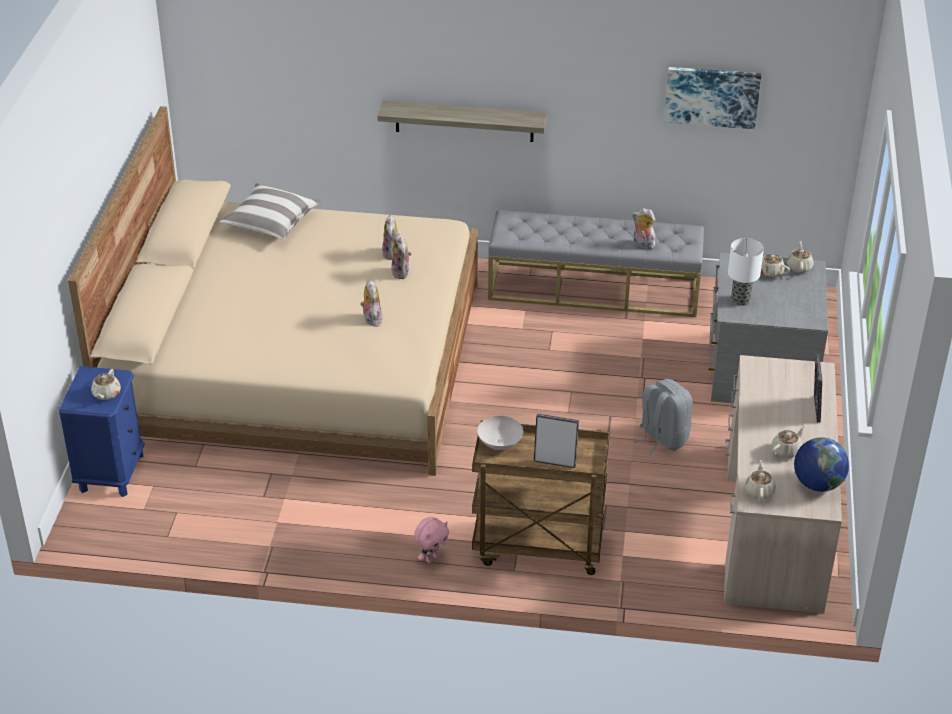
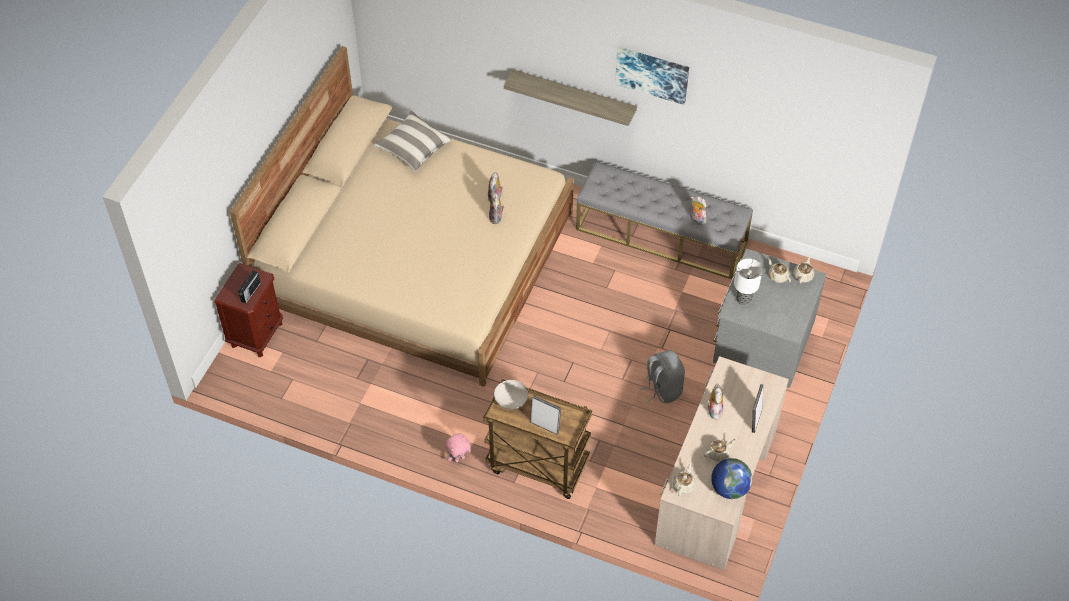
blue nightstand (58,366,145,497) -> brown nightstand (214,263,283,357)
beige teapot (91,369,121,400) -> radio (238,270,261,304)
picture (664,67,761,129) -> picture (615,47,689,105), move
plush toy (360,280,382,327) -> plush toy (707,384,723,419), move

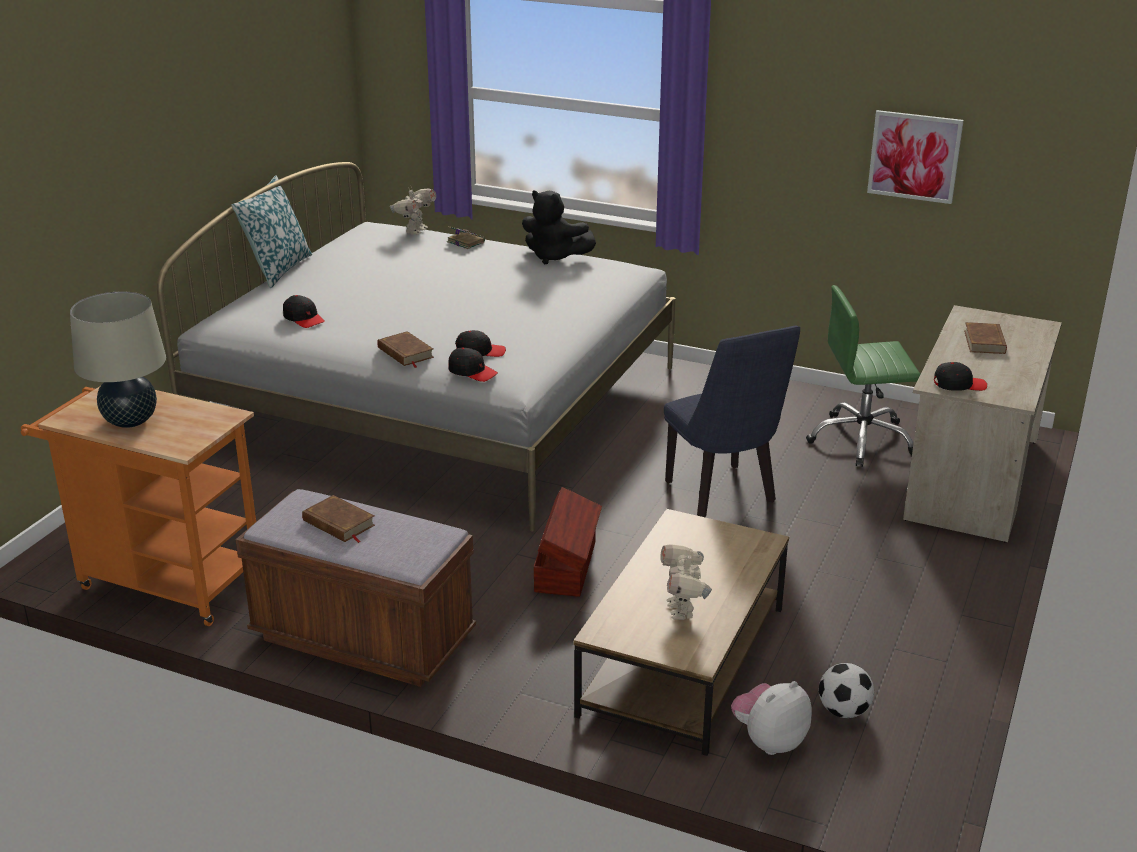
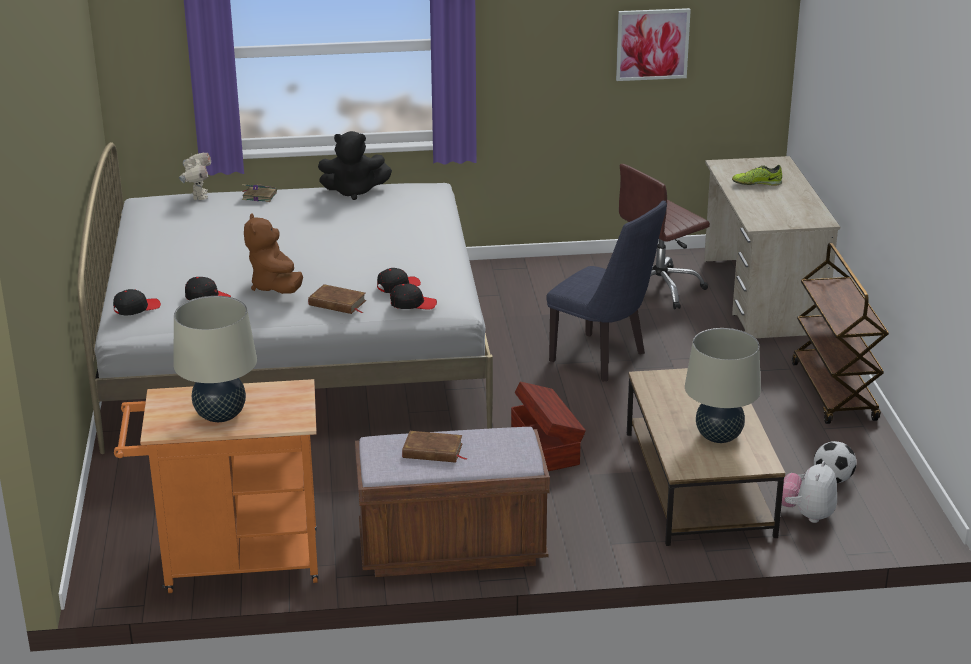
black cap (934,362,987,391) -> black cap (113,289,161,315), move
none -> brown plush toy (244,213,303,294)
green office chair (806,285,920,467) -> brown office chair (619,164,710,309)
toy robot (660,544,712,620) -> beige table lamp (685,328,761,443)
brown book (964,322,1007,354) -> shoe (732,165,782,186)
none -> brown cart (792,243,889,424)
pillow (232,175,312,288) -> none

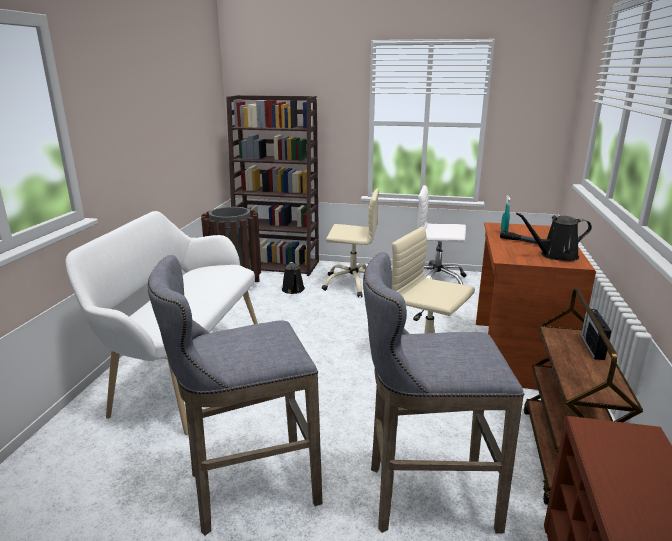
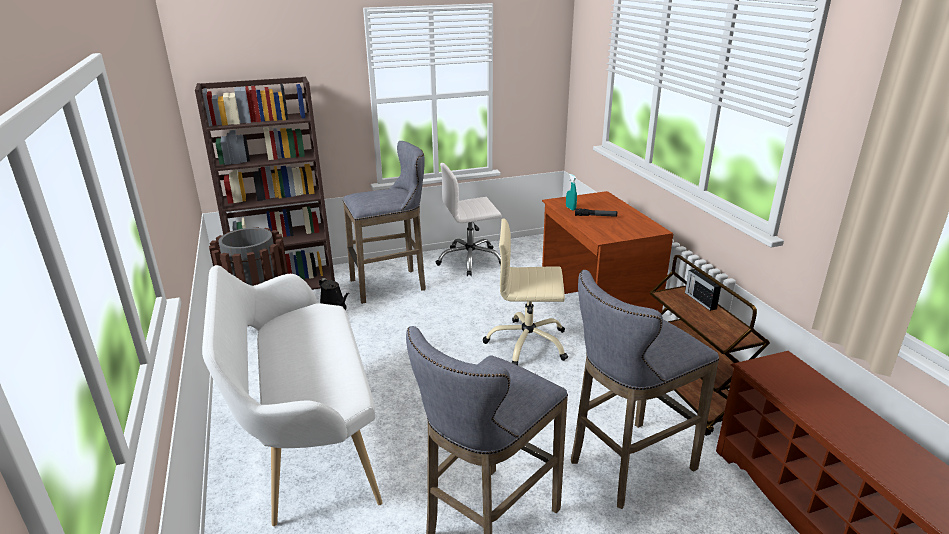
beige office chair (322,188,379,297) -> grey stool (343,141,426,304)
black watering can (516,213,592,261) -> none

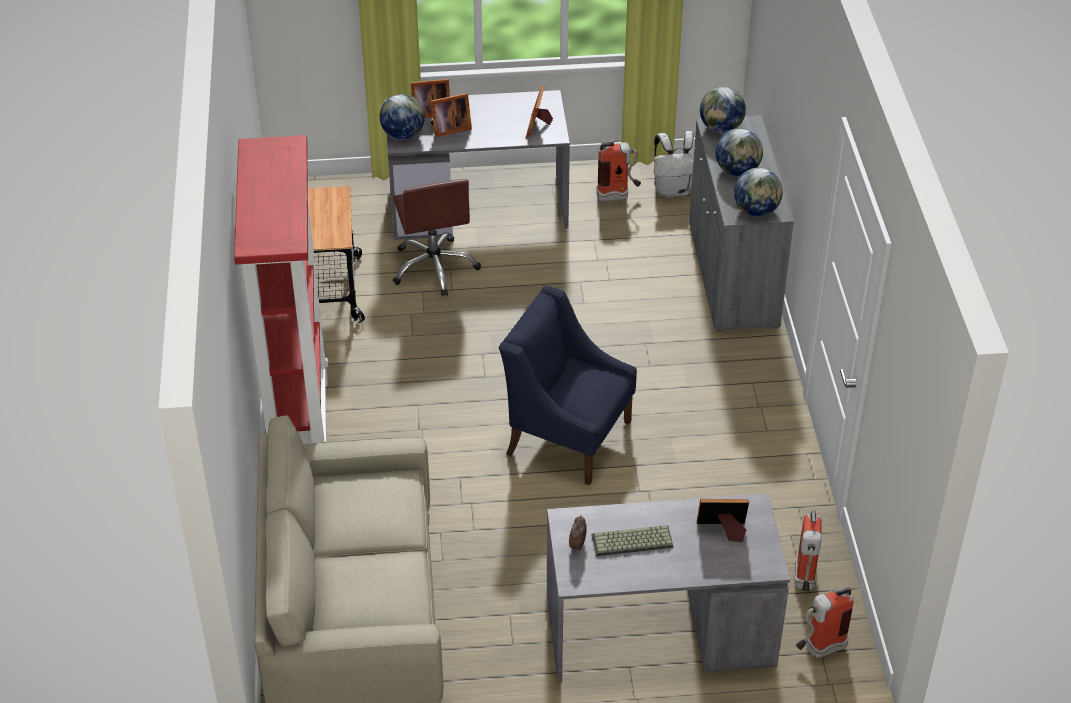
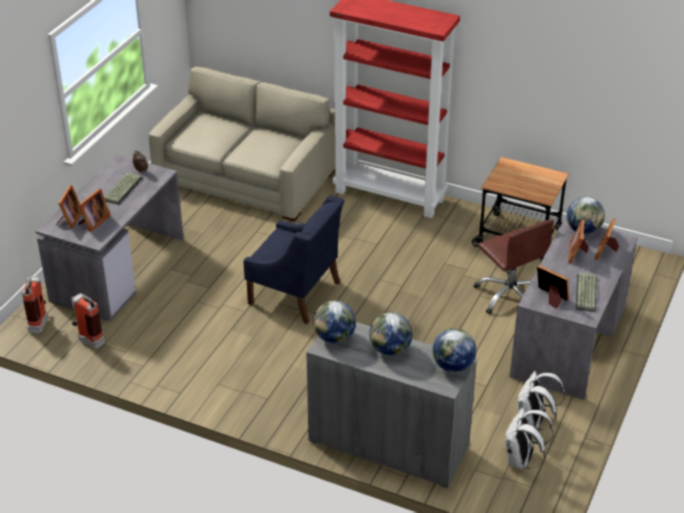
none -> picture frame (56,185,82,229)
blue armchair (499,286,637,485) -> blue armchair (243,195,344,324), 60 degrees clockwise
brown office chair (393,179,481,297) -> brown office chair (474,219,554,314), 135 degrees counterclockwise
fire extinguisher (596,140,641,201) -> white backpack (517,371,565,430)
none -> keyboard (576,273,596,312)

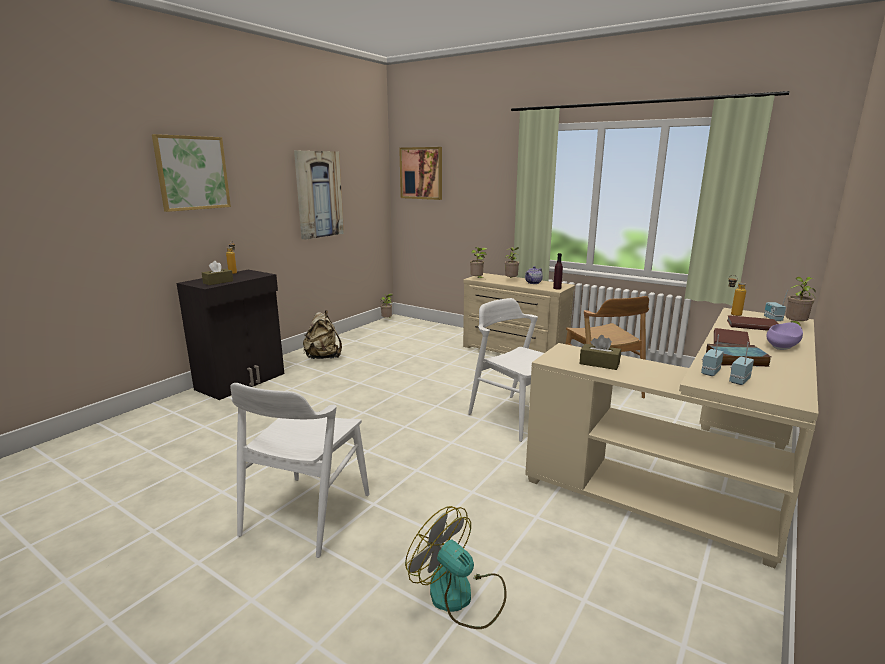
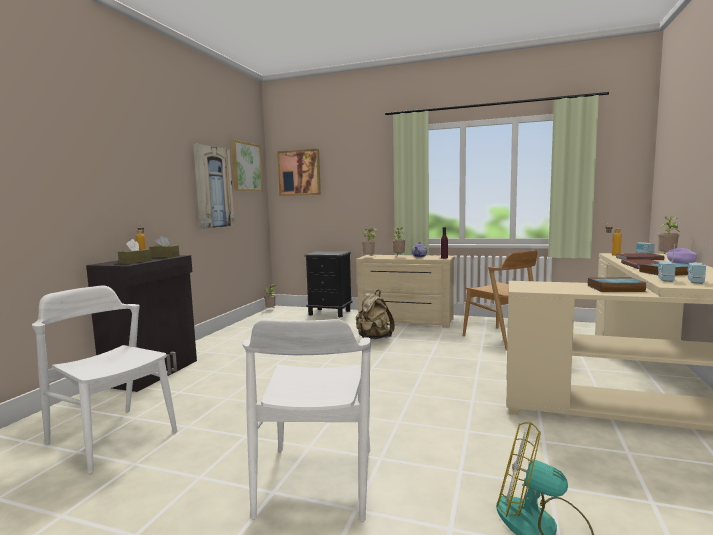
white chair (468,298,544,442) -> white chair (32,285,177,474), move
brown tissue box (579,335,621,370) -> brown tissue box (149,236,179,257), move
picture (152,134,231,212) -> picture (231,140,263,191), move
none -> black nightstand (304,251,353,317)
beige backpack (303,310,342,359) -> beige backpack (355,290,395,339), move
none -> book (588,277,647,292)

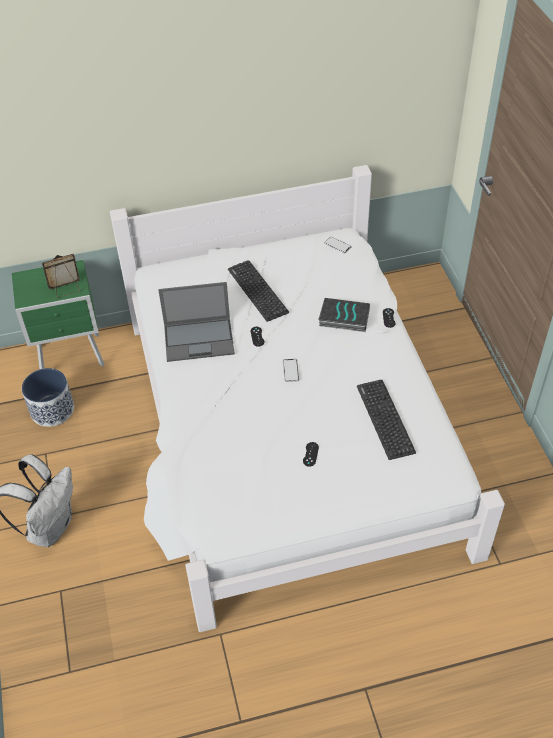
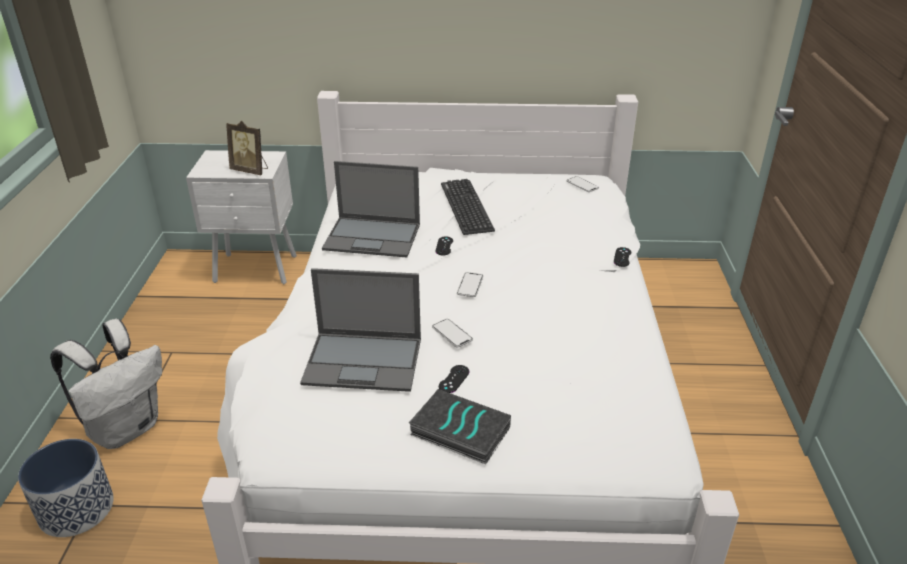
planter (22,368,74,427) -> planter (18,439,114,537), move
green nightstand (12,260,105,369) -> white nightstand (186,150,297,284)
picture frame (42,253,80,298) -> picture frame (226,121,268,175), 150 degrees counterclockwise
none -> laptop (300,268,421,392)
book (318,298,370,332) -> book (409,389,511,465), move
none -> phone (432,319,473,347)
keyboard (357,380,416,460) -> none

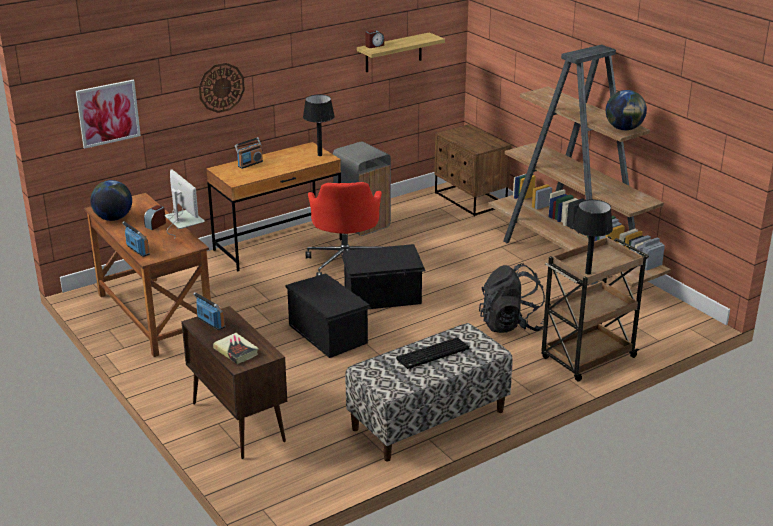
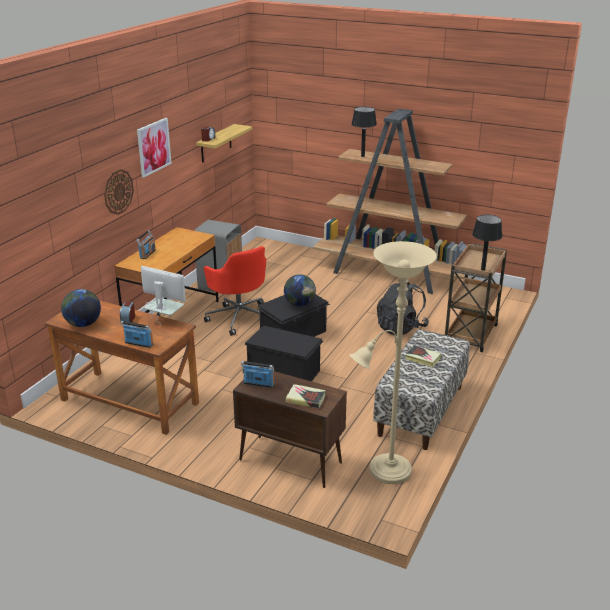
picture (76,80,141,149) -> picture (137,118,172,178), move
globe (606,90,647,130) -> globe (284,274,316,306), move
none -> beige floor lamp (349,241,437,484)
black table lamp (303,94,335,156) -> black table lamp (351,107,377,157), move
keyboard (396,337,469,369) -> book (405,345,441,367)
brown nightstand (434,124,512,216) -> none

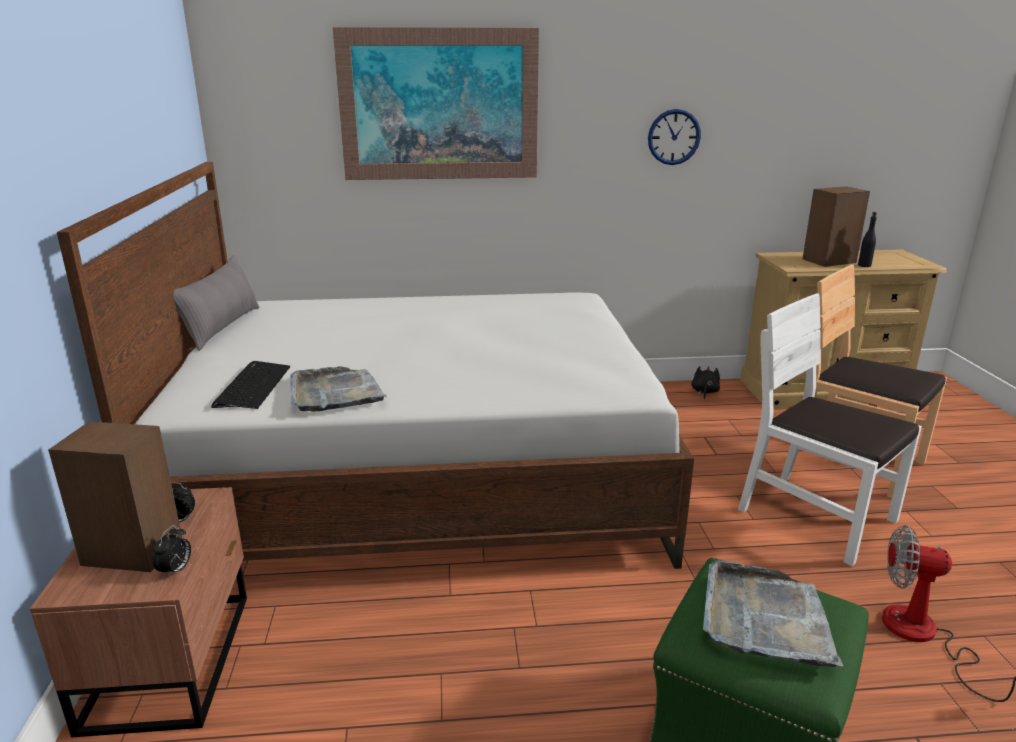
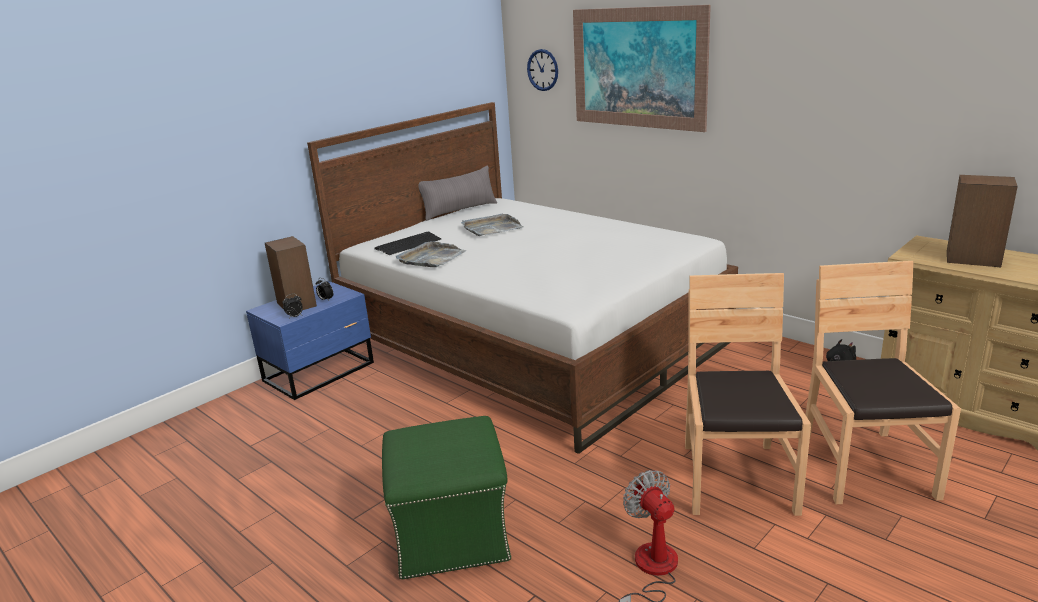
brown nightstand (30,487,247,738) -> blue nightstand (246,281,374,400)
grey tray (703,560,843,667) -> grey tray (461,214,523,236), move
wall clock (648,109,701,165) -> wall clock (527,49,558,91), move
white chair (738,293,922,567) -> brown chair (685,273,811,516)
black bottle (858,212,877,267) -> none

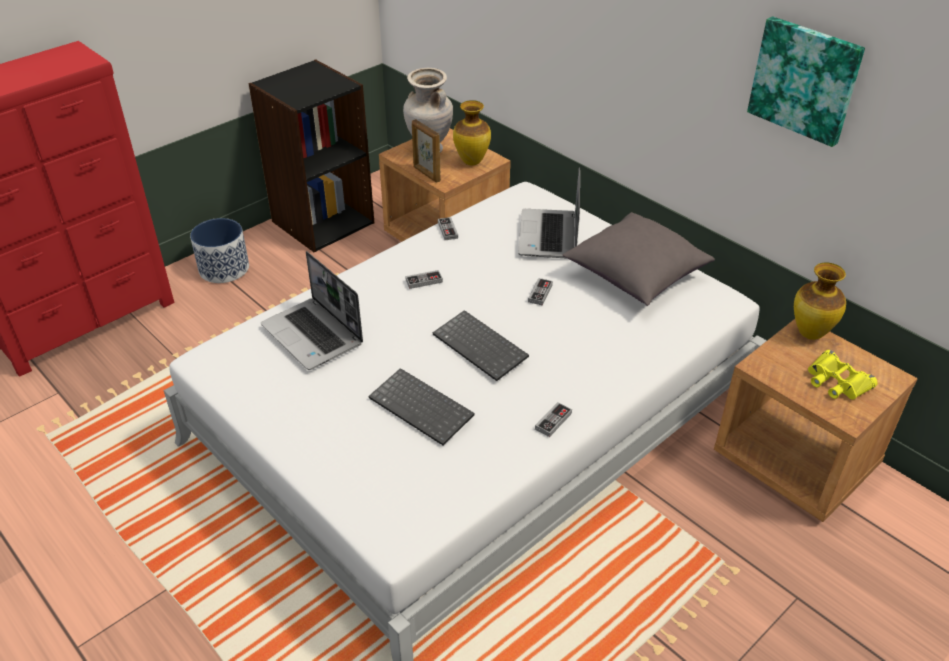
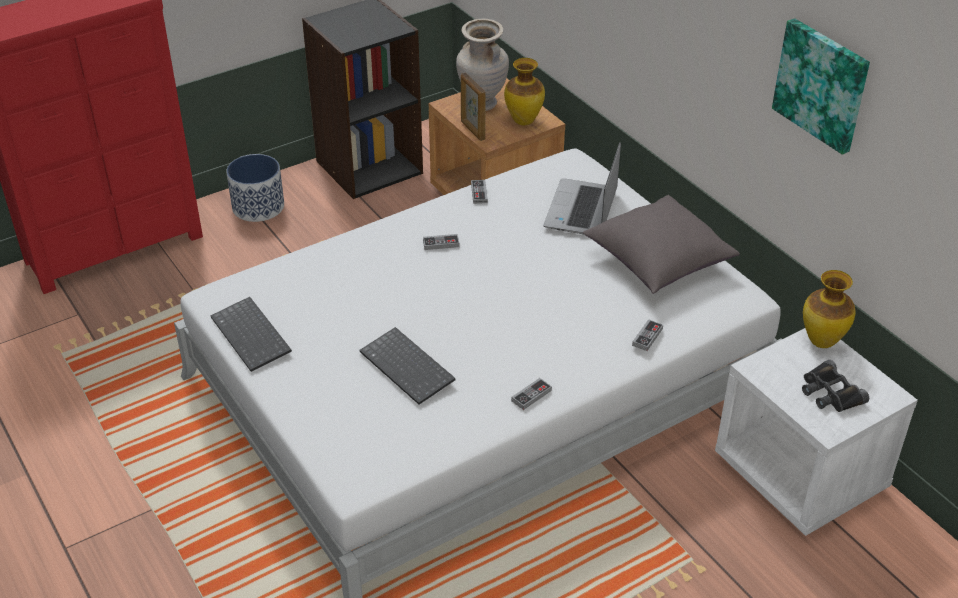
keyboard (432,310,529,381) -> keyboard (210,297,292,372), move
game controller (528,278,553,306) -> game controller (632,319,663,351), move
brown nightstand (714,319,918,522) -> white nightstand (715,328,918,536)
yellow binoculars (808,350,878,400) -> black binoculars (802,360,869,412)
laptop (261,251,363,370) -> none

